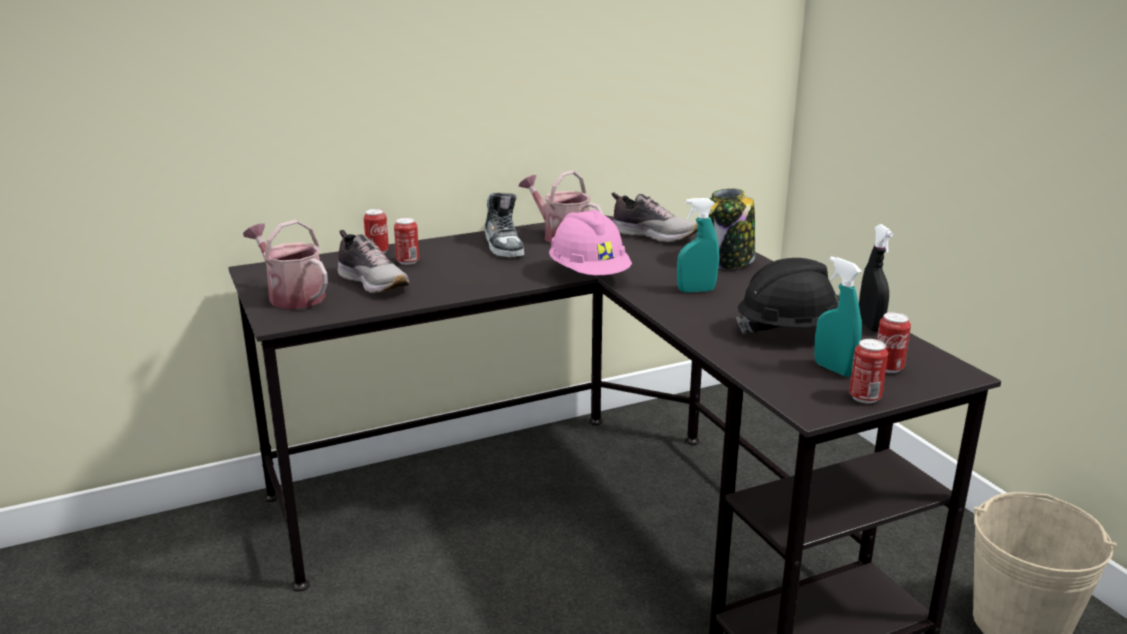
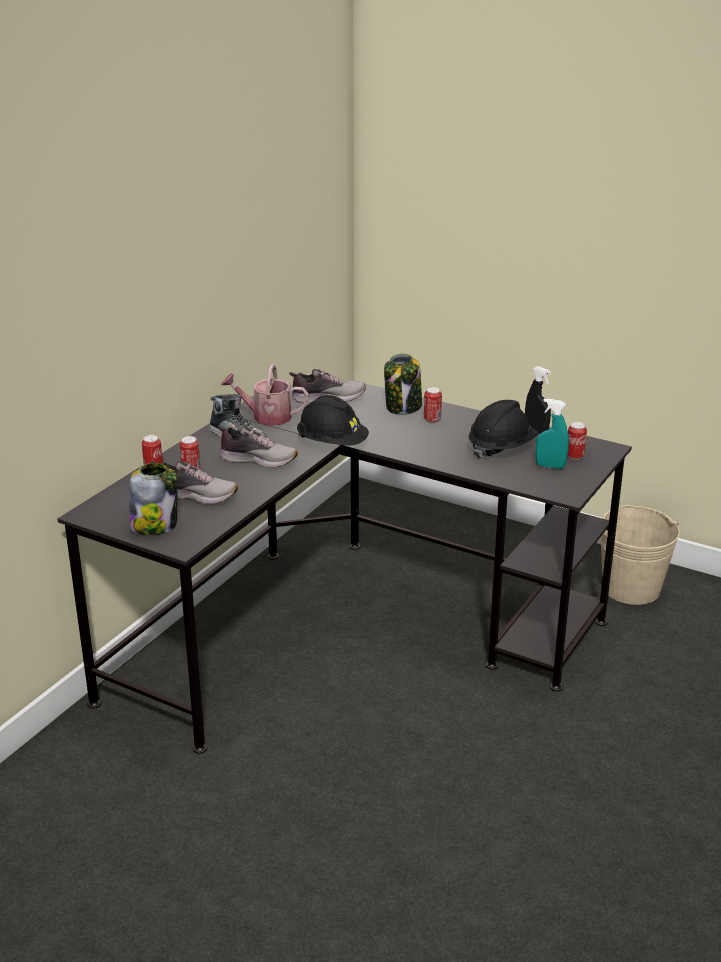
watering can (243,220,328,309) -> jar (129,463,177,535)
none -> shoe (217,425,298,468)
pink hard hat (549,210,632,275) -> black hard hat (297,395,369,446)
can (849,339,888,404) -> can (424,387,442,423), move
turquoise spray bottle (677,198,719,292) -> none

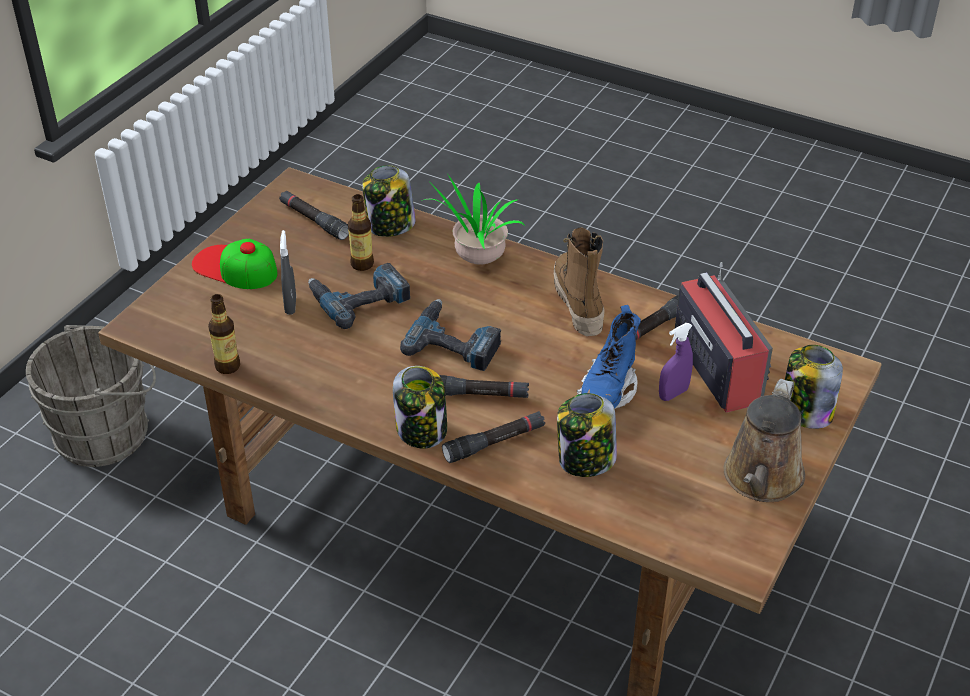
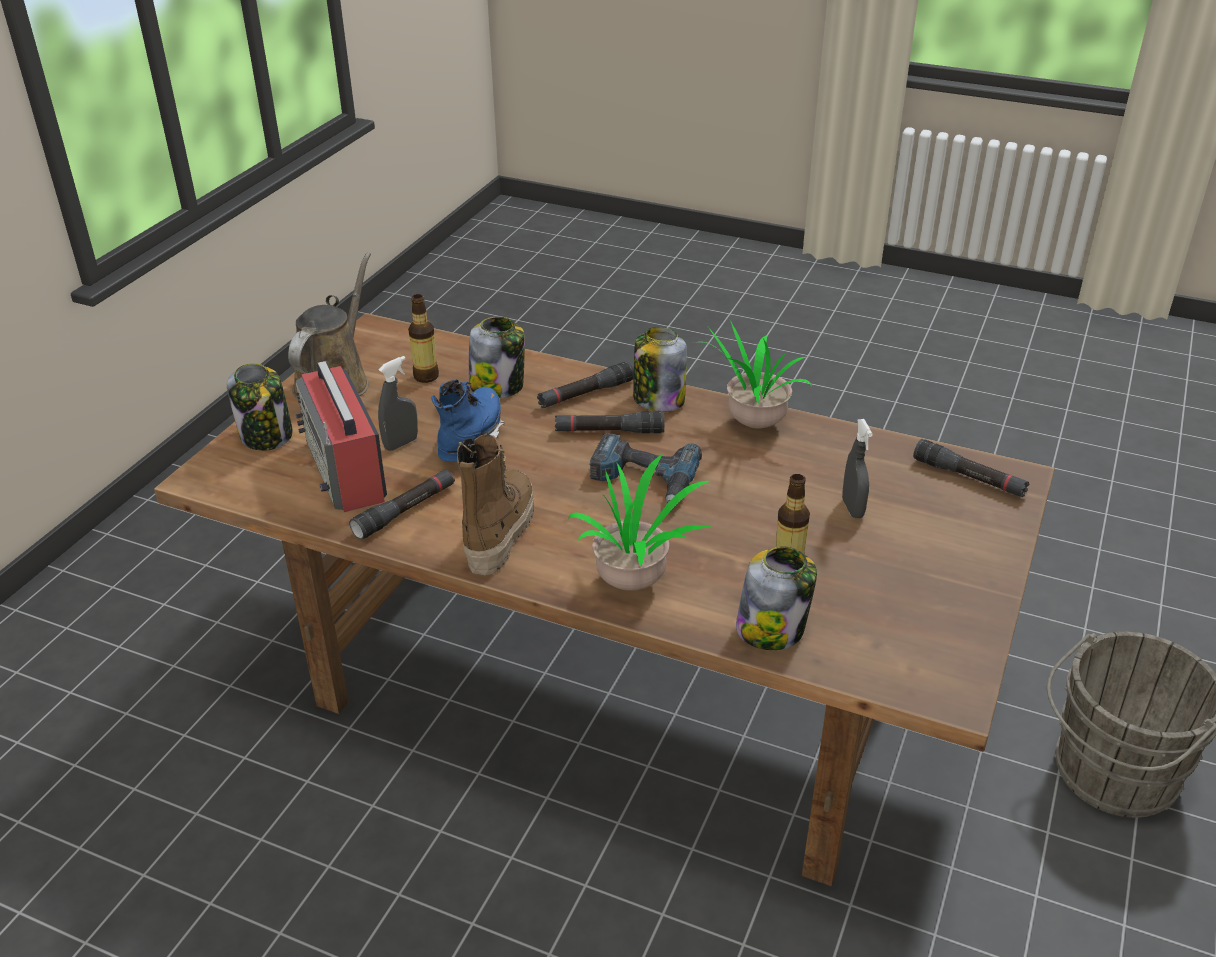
purple spray bottle (659,323,693,401) -> grey spray bottle (378,356,418,451)
bottle (208,294,240,374) -> bottle (408,294,439,383), move
boot (554,227,605,336) -> boot (457,435,534,575), 150 degrees counterclockwise
none -> potted plant (695,320,812,429)
black flashlight (279,191,349,240) -> black flashlight (913,439,1030,497), move
cap (192,239,278,289) -> none
power drill (308,263,410,329) -> none

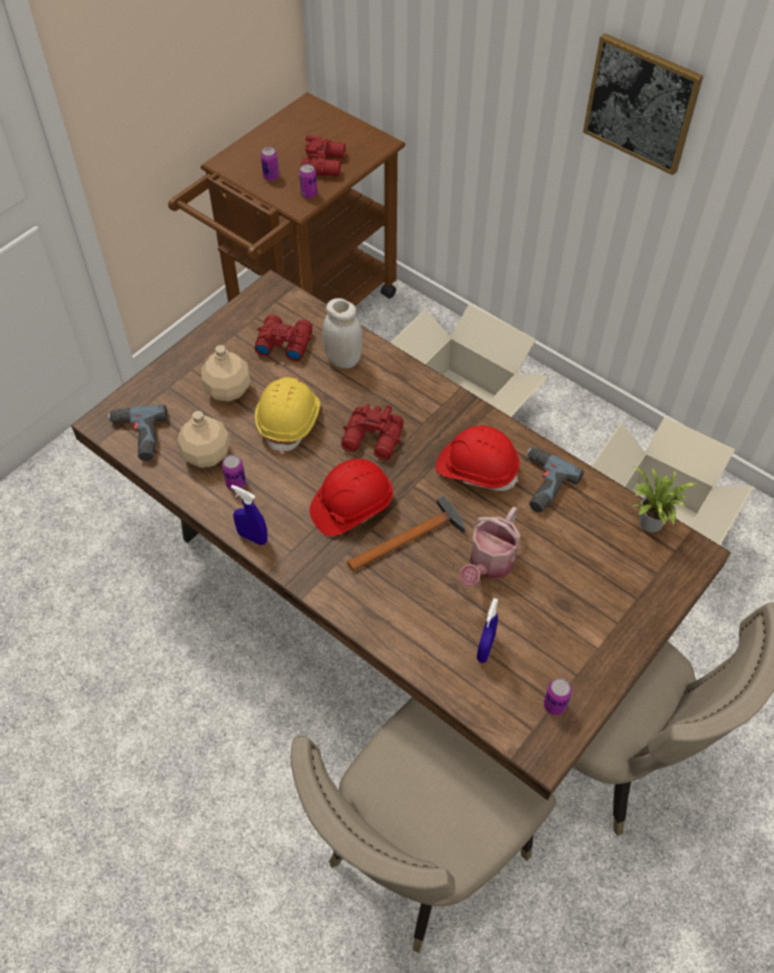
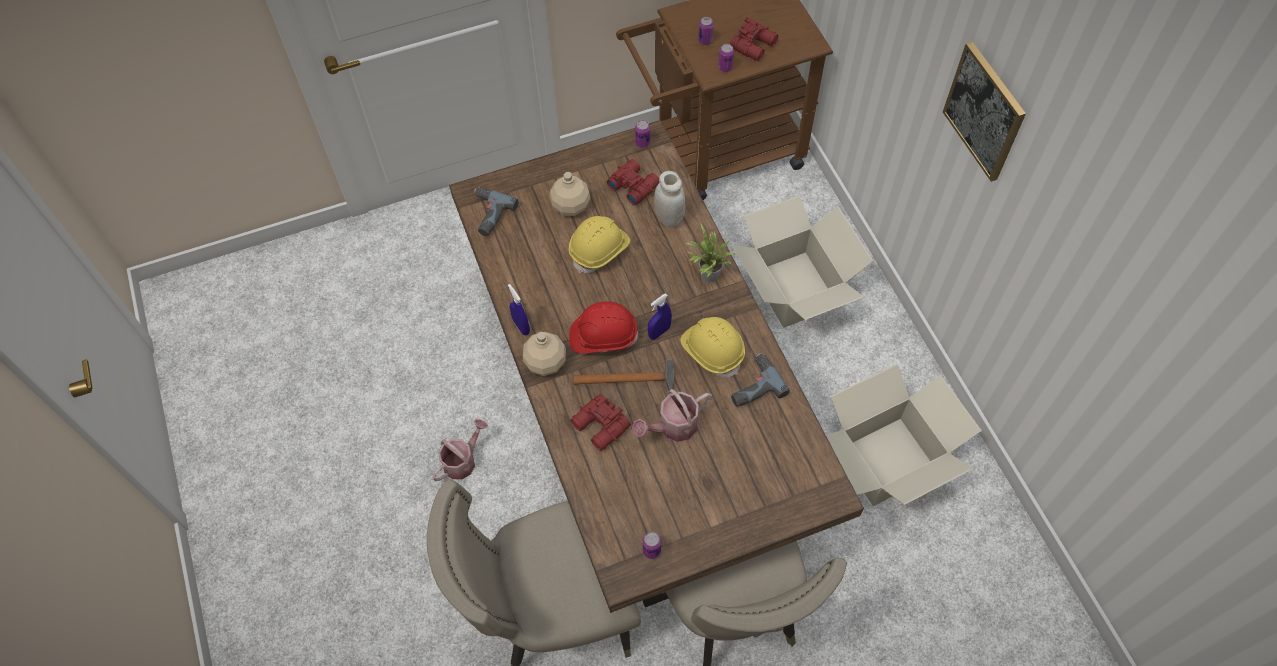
none -> watering can (432,419,488,481)
beige bottle (177,411,231,468) -> beige bottle (523,332,566,376), move
red binoculars (341,404,404,460) -> red binoculars (570,394,631,451), move
can (222,455,246,491) -> can (635,120,650,148), move
blue spray bottle (477,598,498,663) -> blue spray bottle (648,293,672,340), move
red hard hat (436,426,520,491) -> yellow hard hat (680,317,745,378)
potted plant (632,465,698,532) -> potted plant (685,224,736,282), move

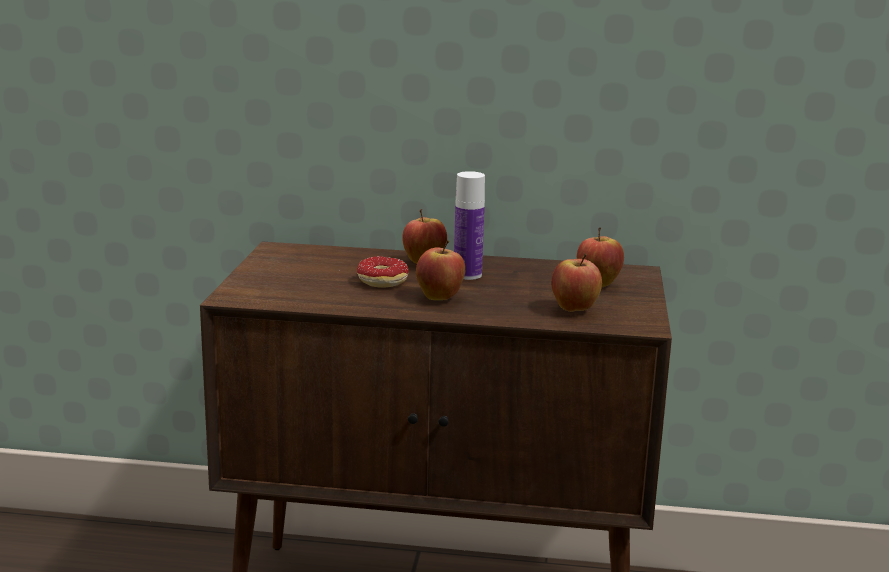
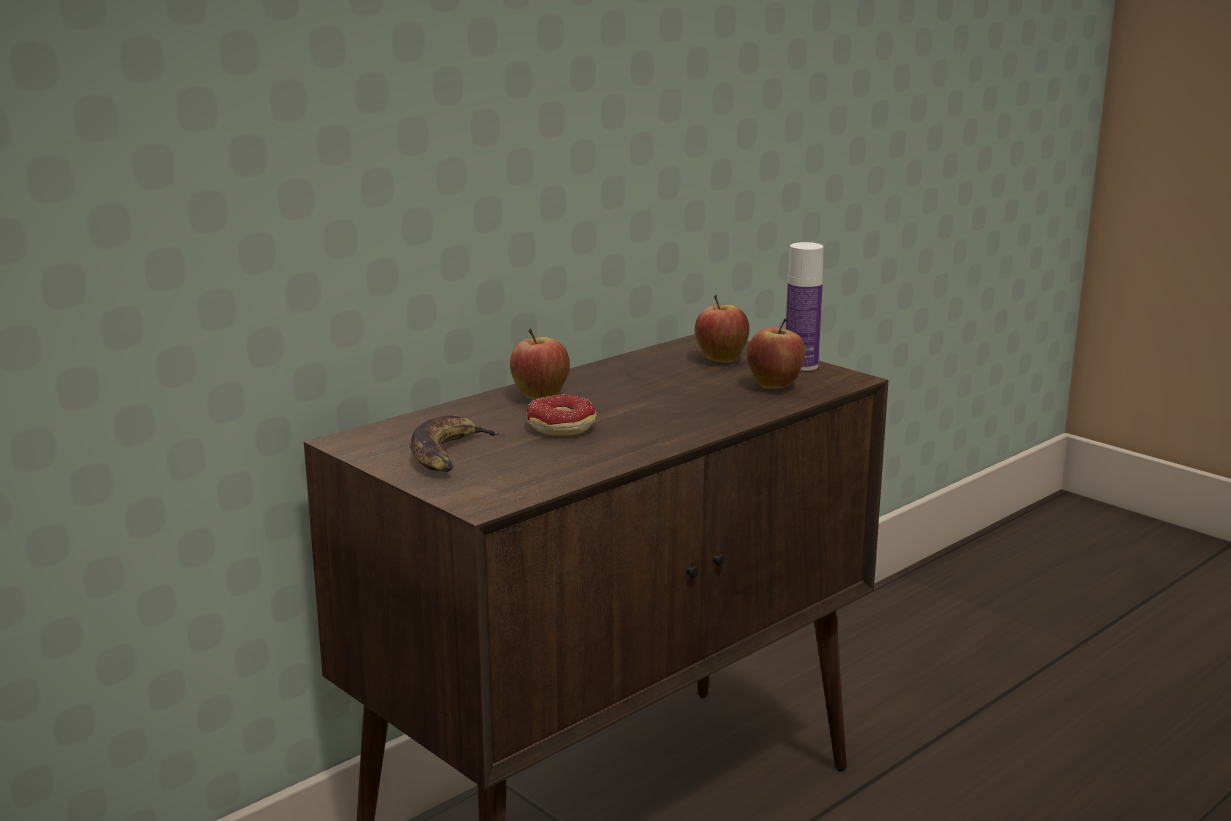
none -> banana (410,415,504,472)
bottle (454,171,485,280) -> bottle (786,242,823,371), move
apple (416,240,465,300) -> none

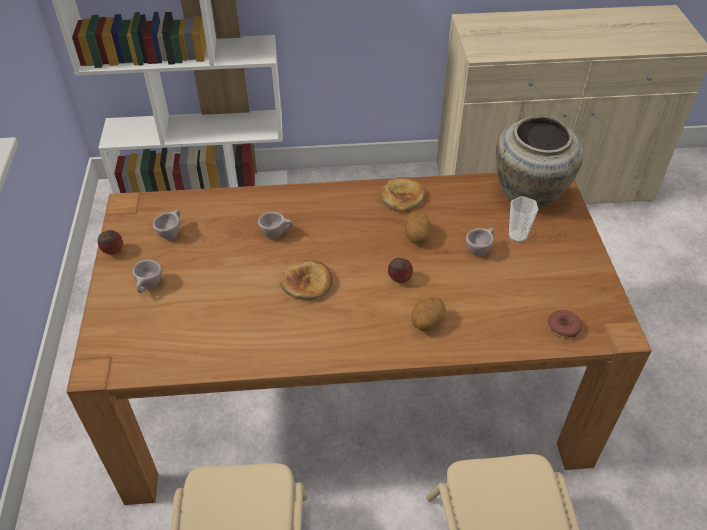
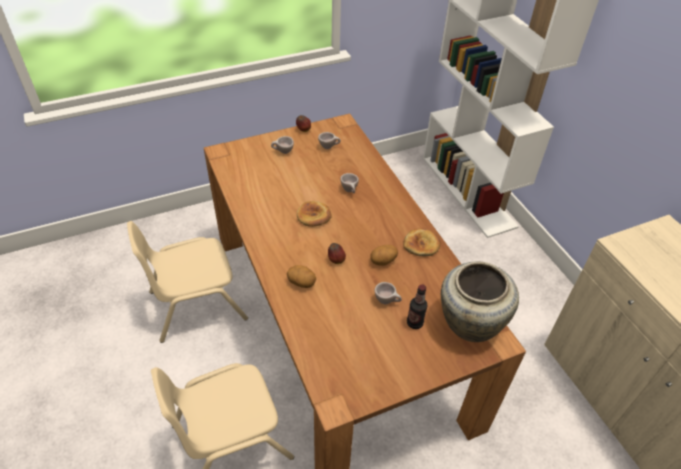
cup (509,196,538,243) -> bottle (407,284,427,329)
donut (548,310,582,338) -> none

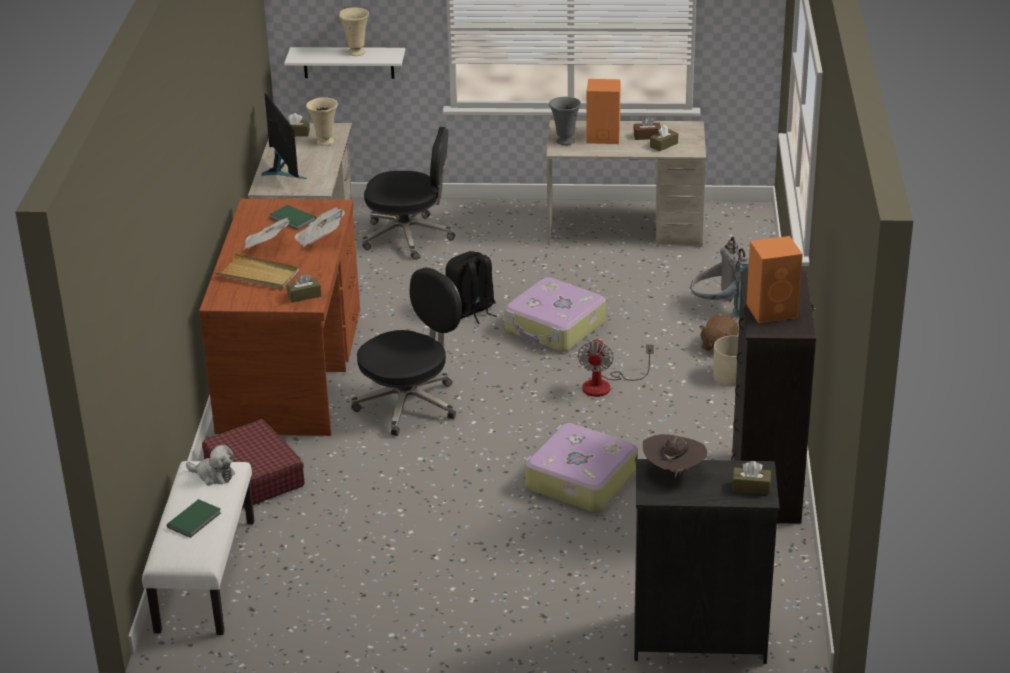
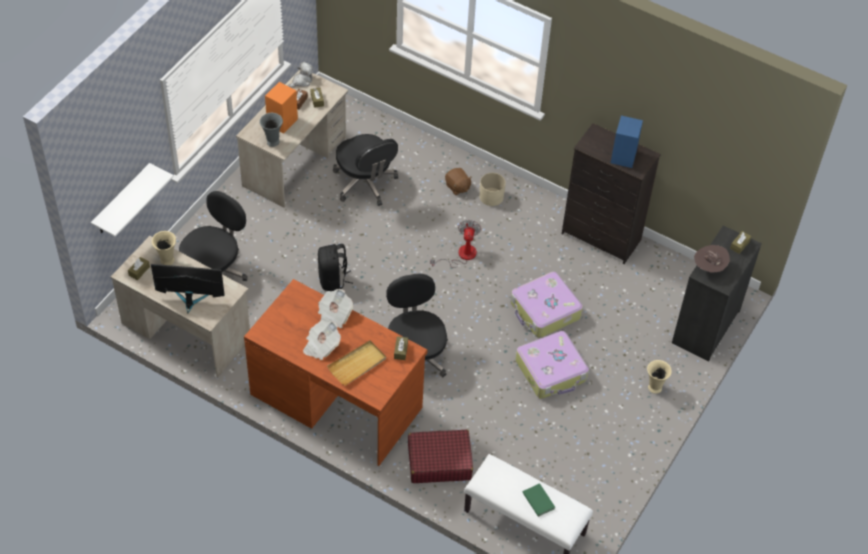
plush toy (186,445,235,485) -> plush toy (287,62,313,88), move
none -> black office chair (333,134,398,206)
fan (578,339,654,397) -> fan (430,220,481,268), 120 degrees counterclockwise
suitcase (504,277,606,352) -> suitcase (516,331,589,399), move
orange speaker (746,236,803,323) -> blue speaker (611,116,643,168)
beige vase (339,7,369,56) -> beige vase (647,360,672,394), move
green book (269,205,316,230) -> none
grey backpack (690,237,749,317) -> none

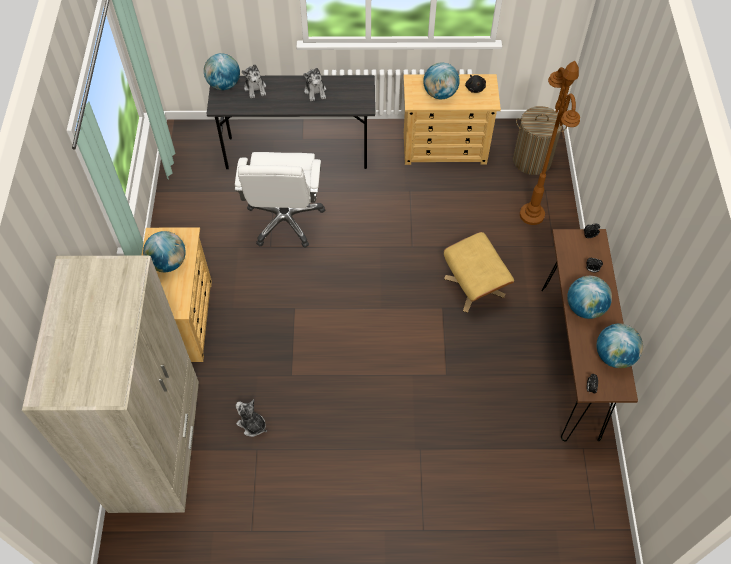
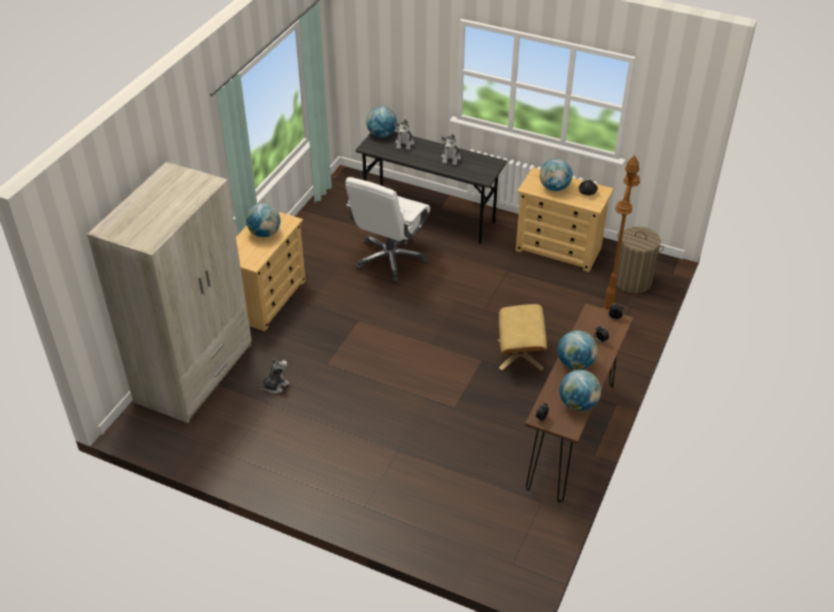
plush toy (236,399,267,437) -> plush toy (260,358,290,394), 75 degrees clockwise

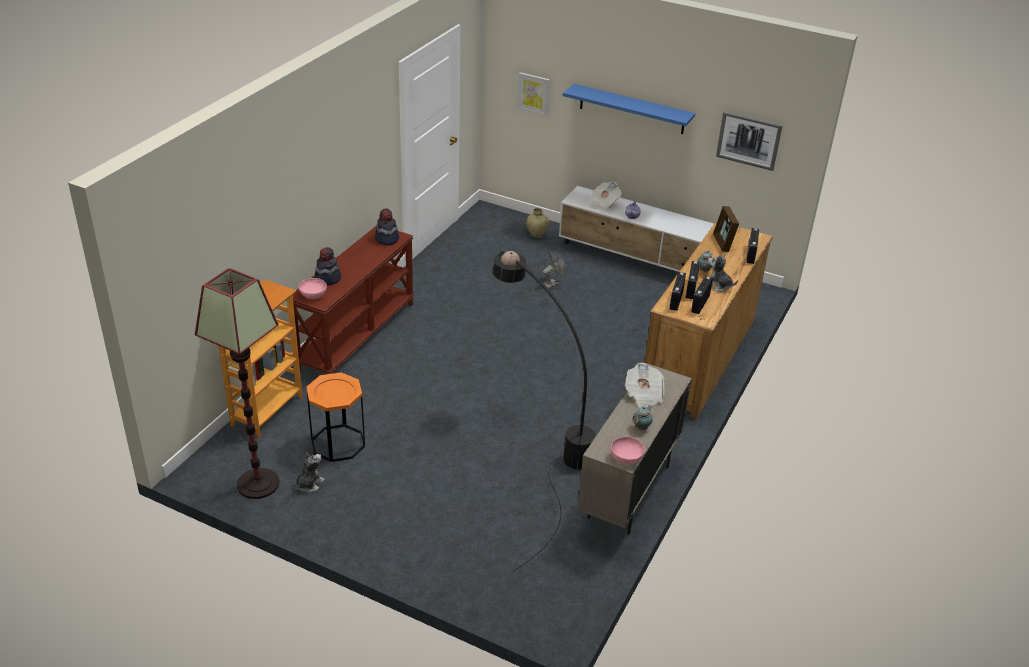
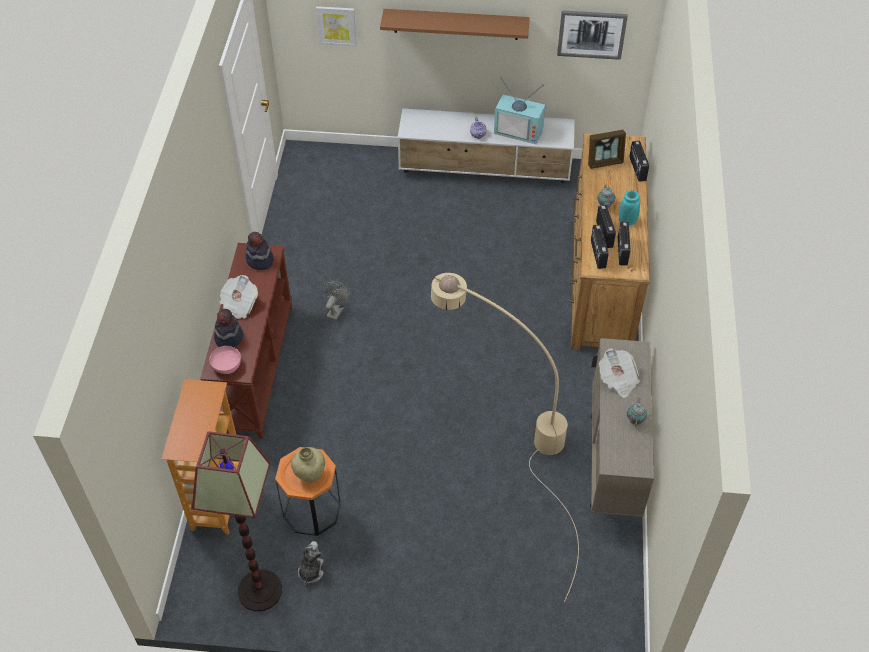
newspaper (589,182,622,210) -> newspaper (220,275,258,319), move
beige vase (526,208,549,238) -> beige vase (291,447,325,483), move
grey fan (542,252,567,289) -> grey fan (323,281,352,321), move
blue shelf (563,84,695,134) -> brown shelf (380,9,530,40)
black floor lamp (493,250,596,572) -> beige floor lamp (431,273,579,602)
none -> television (494,77,545,144)
picture frame (713,206,739,252) -> picture frame (588,130,626,169), 75 degrees counterclockwise
plush toy (708,254,738,292) -> turquoise vase (619,191,640,225)
pink bowl (610,437,645,464) -> none

